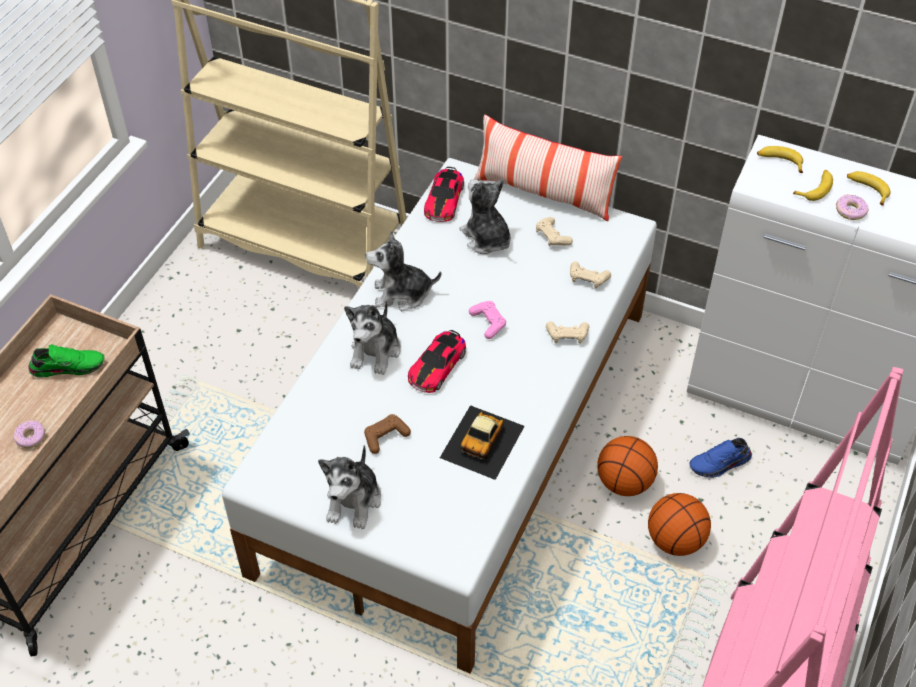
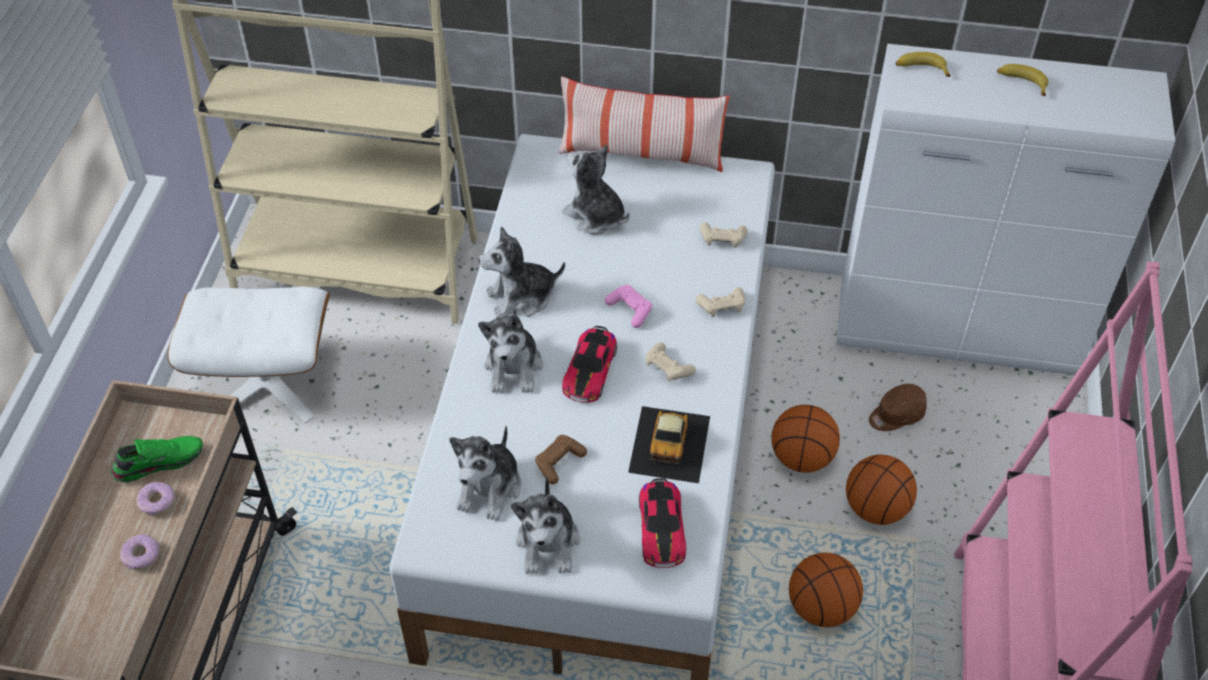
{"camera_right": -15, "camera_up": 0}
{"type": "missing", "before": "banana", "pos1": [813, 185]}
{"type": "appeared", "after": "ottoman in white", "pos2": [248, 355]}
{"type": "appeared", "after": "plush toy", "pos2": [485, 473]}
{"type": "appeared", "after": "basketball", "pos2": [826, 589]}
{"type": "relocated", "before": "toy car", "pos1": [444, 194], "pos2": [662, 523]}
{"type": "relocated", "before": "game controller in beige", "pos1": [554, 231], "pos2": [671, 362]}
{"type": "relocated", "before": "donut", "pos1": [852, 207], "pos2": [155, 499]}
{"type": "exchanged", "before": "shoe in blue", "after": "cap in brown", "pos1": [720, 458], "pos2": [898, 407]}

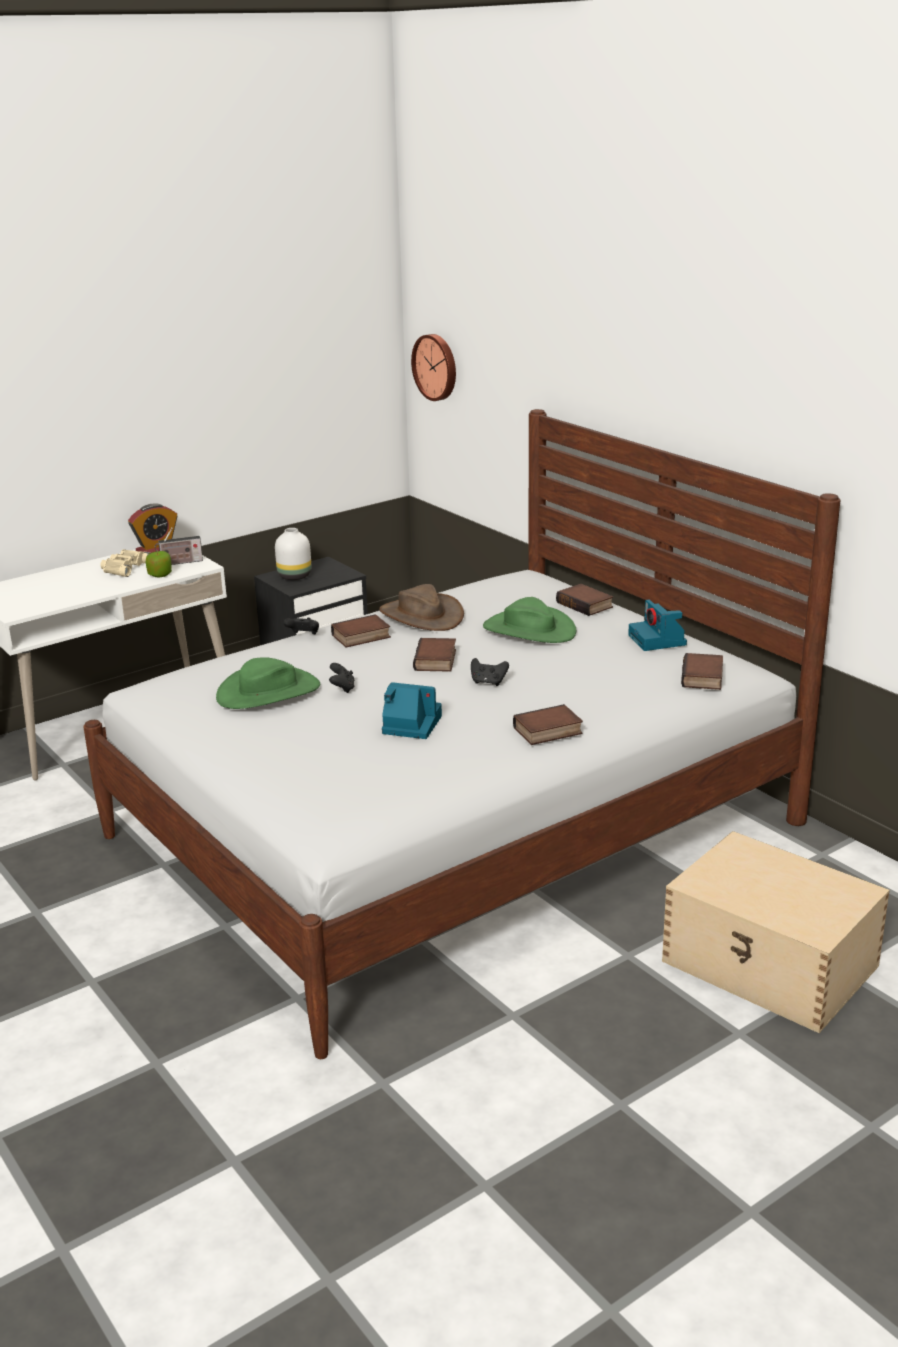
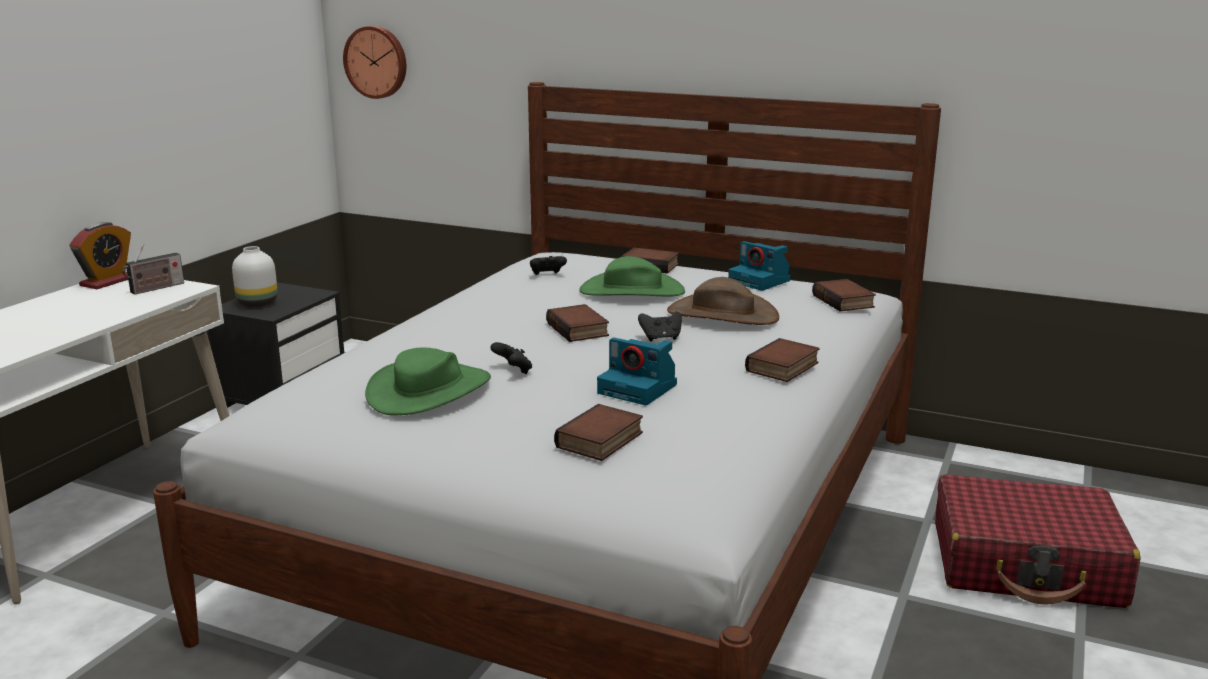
{"camera_right": -30, "camera_up": -5}
{"type": "missing", "before": "binoculars in beige", "pos1": [125, 563]}
{"type": "missing", "before": "apple", "pos1": [159, 564]}
{"type": "relocated", "before": "game controller in black", "pos1": [301, 626], "pos2": [548, 265]}
{"type": "relocated", "before": "book", "pos1": [361, 631], "pos2": [598, 432]}
{"type": "relocated", "before": "hat in brown", "pos1": [421, 607], "pos2": [723, 301]}
{"type": "exchanged", "before": "storage box in beige", "after": "suitcase in red", "pos1": [776, 932], "pos2": [1038, 541]}
{"type": "spun", "before": "photo camera", "pos1": [412, 710], "pos2": [637, 371], "turn": -135}

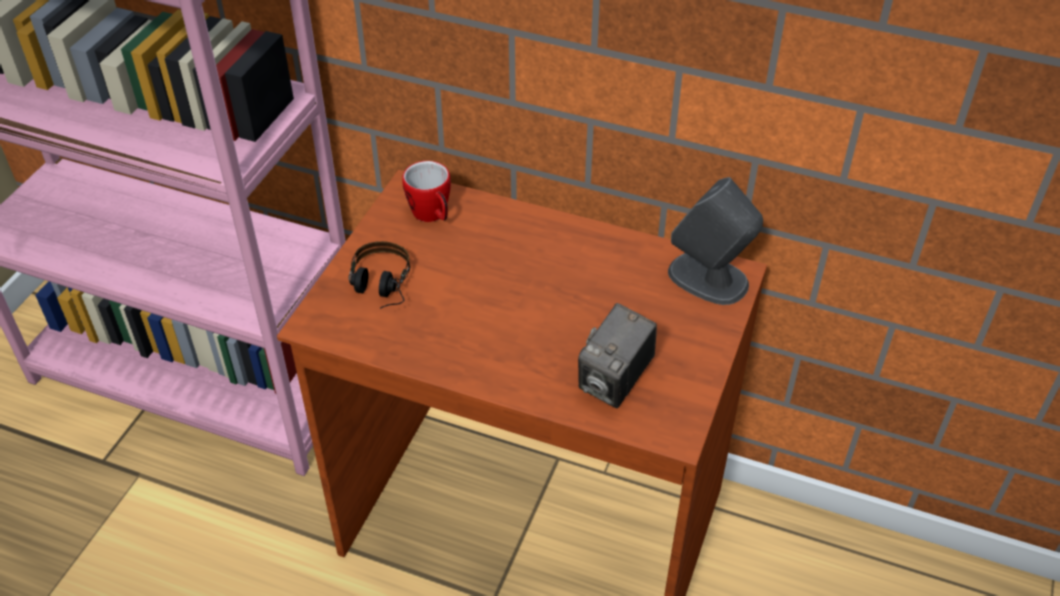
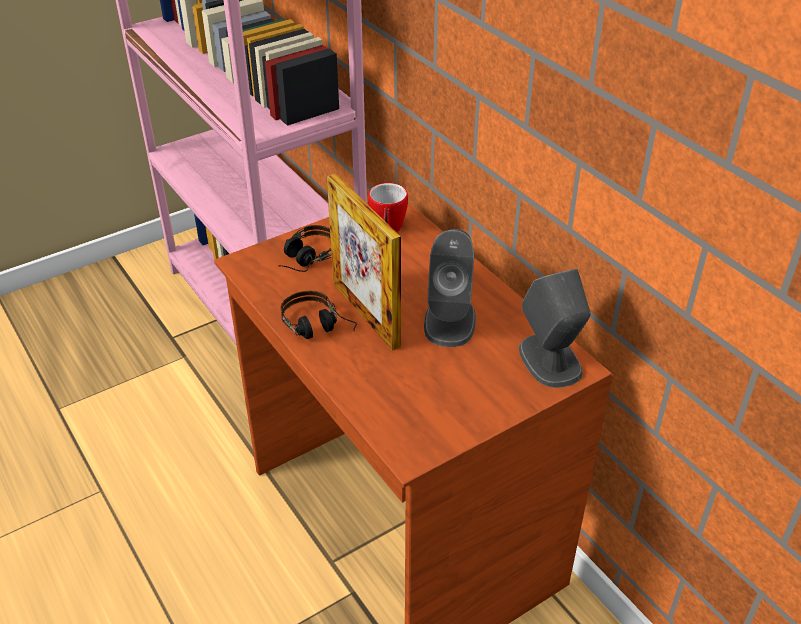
{"camera_right": 35, "camera_up": -5}
{"type": "missing", "before": "photo camera", "pos1": [617, 355]}
{"type": "appeared", "after": "headphones", "pos2": [318, 315]}
{"type": "appeared", "after": "picture frame", "pos2": [364, 262]}
{"type": "appeared", "after": "speaker in grey", "pos2": [450, 288]}

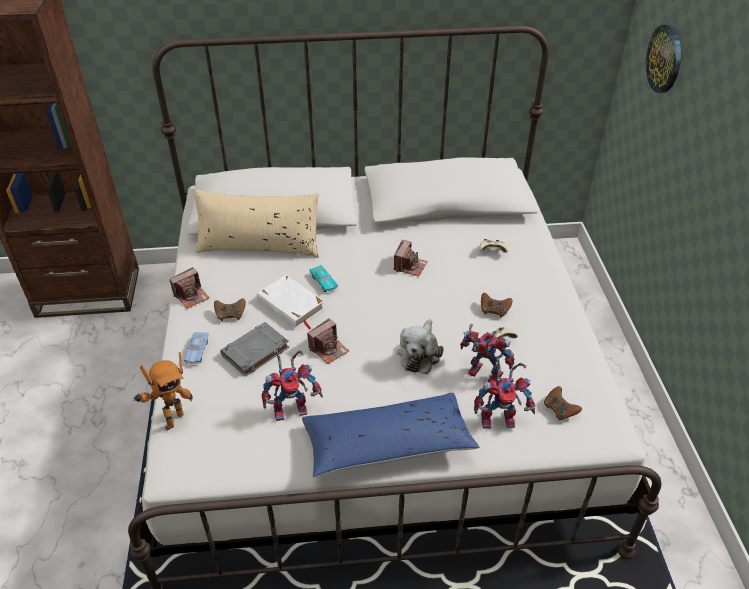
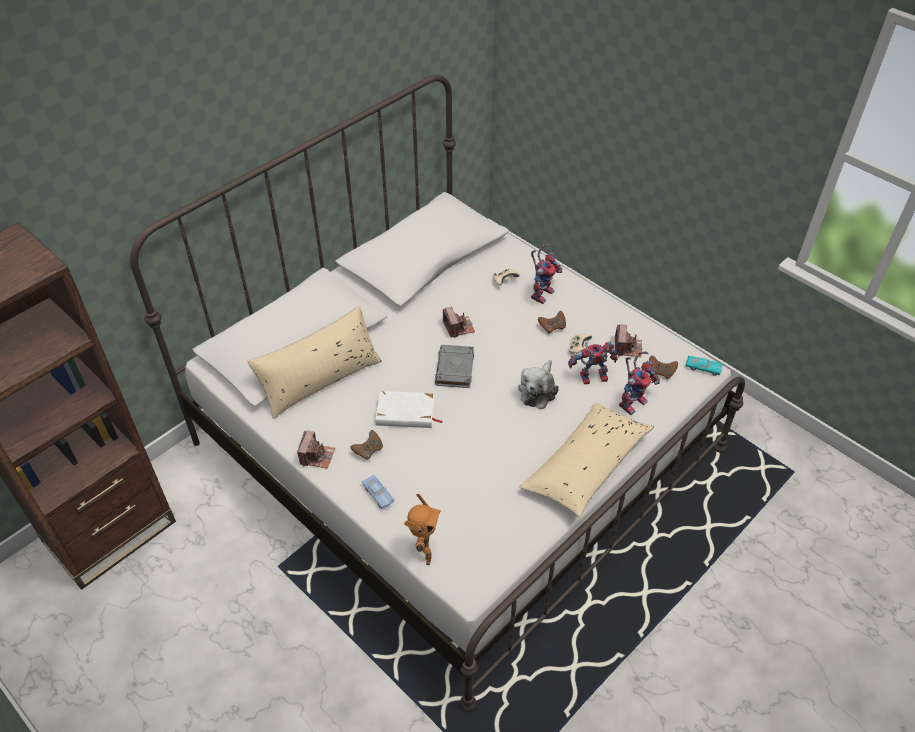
{"camera_right": -40, "camera_up": 5}
{"type": "missing", "before": "wall clock", "pos1": [663, 59]}
{"type": "relocated", "before": "book in grey", "pos1": [254, 349], "pos2": [454, 366]}
{"type": "relocated", "before": "toy robot", "pos1": [292, 385], "pos2": [547, 274]}
{"type": "relocated", "before": "photo camera", "pos1": [328, 341], "pos2": [628, 340]}
{"type": "relocated", "before": "toy car in turquoise", "pos1": [324, 278], "pos2": [704, 366]}
{"type": "colour", "before": "pillow in blue", "after": "pillow in beige", "pos1": [390, 435], "pos2": [587, 460]}
{"type": "spun", "before": "plush toy", "pos1": [420, 346], "pos2": [538, 384], "turn": 45}

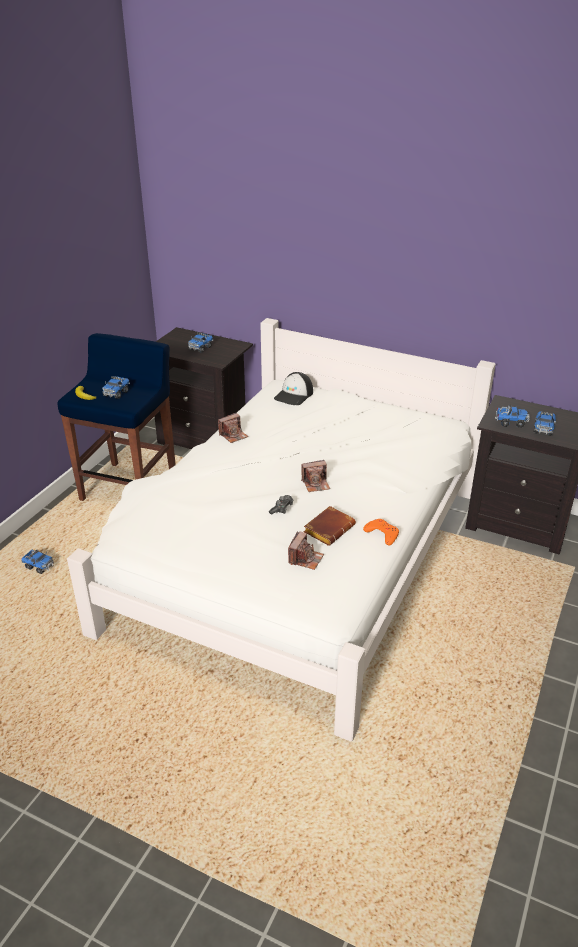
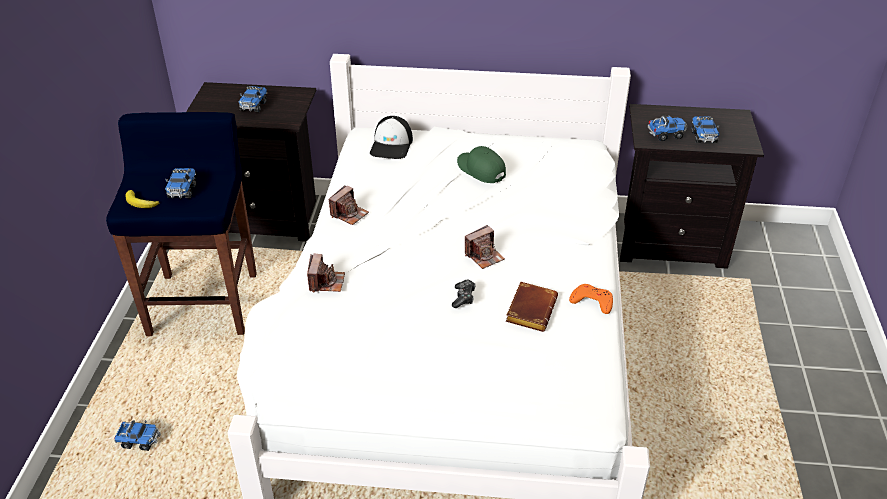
{"camera_right": -20, "camera_up": 5}
{"type": "appeared", "after": "cap in green", "pos2": [481, 164]}
{"type": "relocated", "before": "photo camera", "pos1": [306, 550], "pos2": [326, 273]}

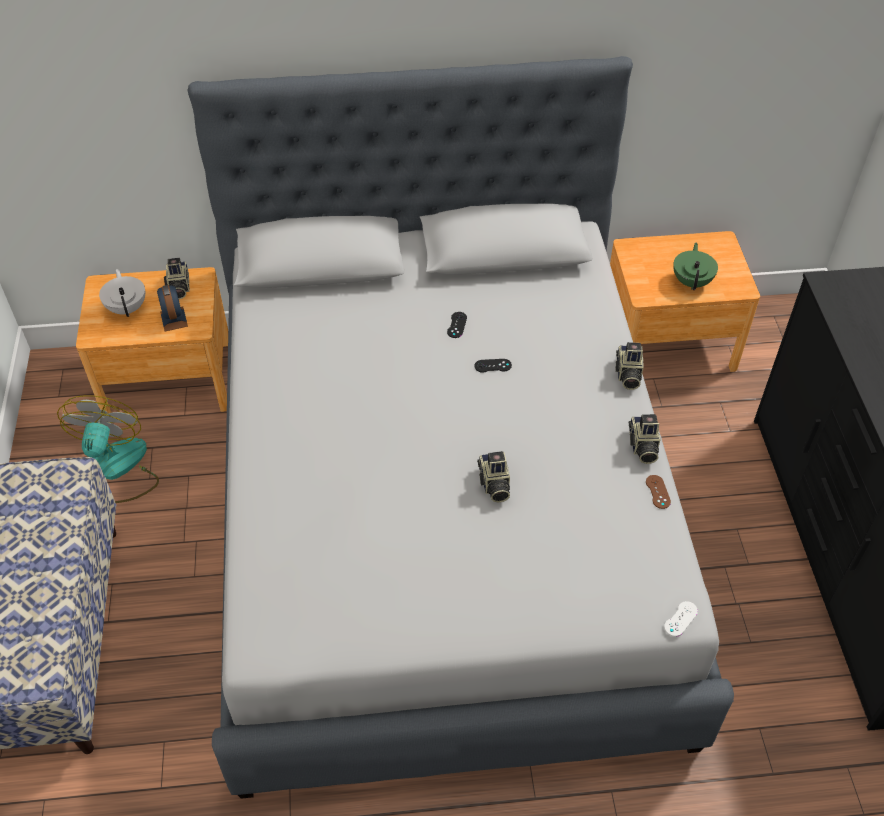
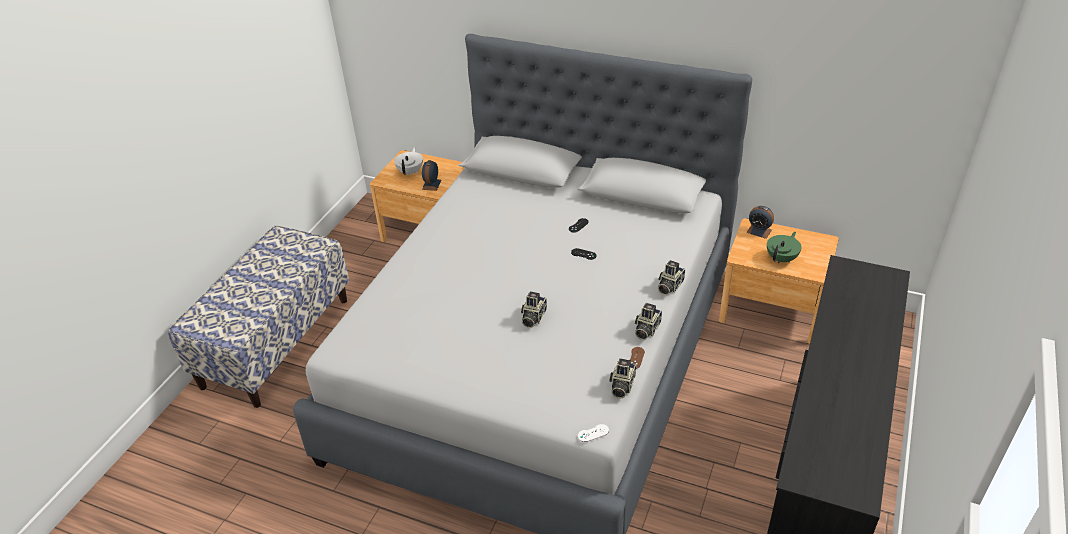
{"camera_right": 30, "camera_up": -10}
{"type": "missing", "before": "fan", "pos1": [108, 449]}
{"type": "appeared", "after": "alarm clock", "pos2": [760, 222]}
{"type": "relocated", "before": "photo camera", "pos1": [177, 278], "pos2": [622, 378]}

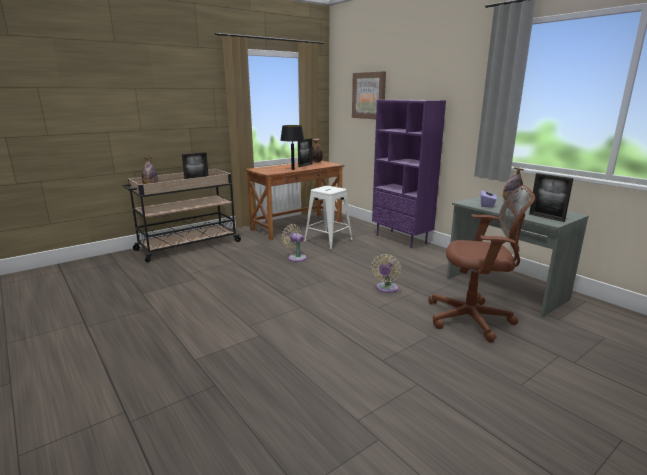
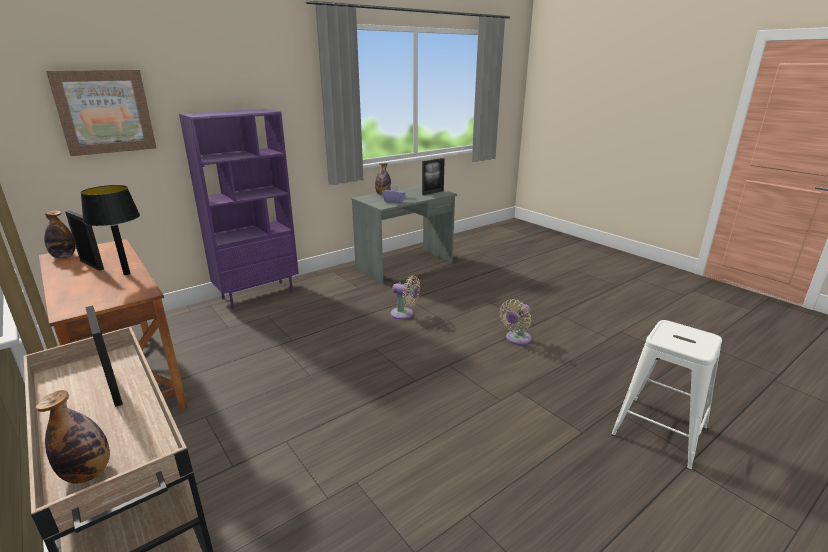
{"camera_right": -90, "camera_up": 5}
{"type": "missing", "before": "office chair in brown", "pos1": [481, 263]}
{"type": "relocated", "before": "fan in beige", "pos1": [294, 243], "pos2": [515, 322]}
{"type": "relocated", "before": "stool in white", "pos1": [328, 218], "pos2": [666, 395]}

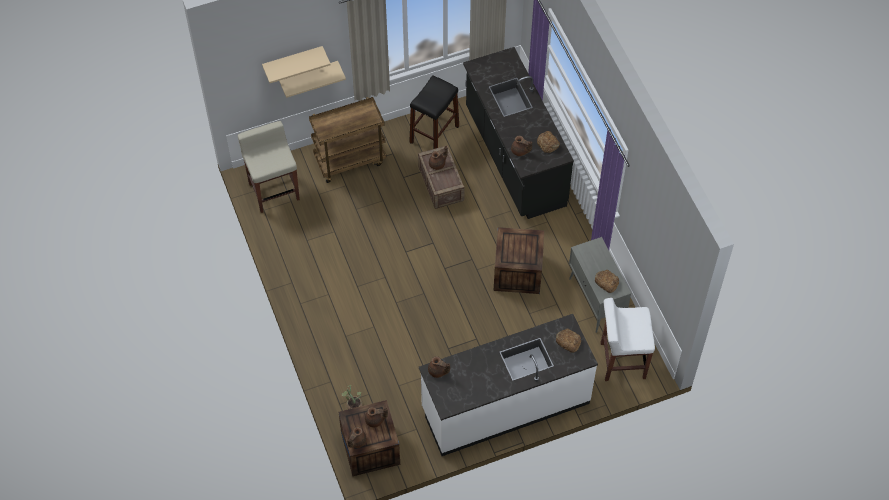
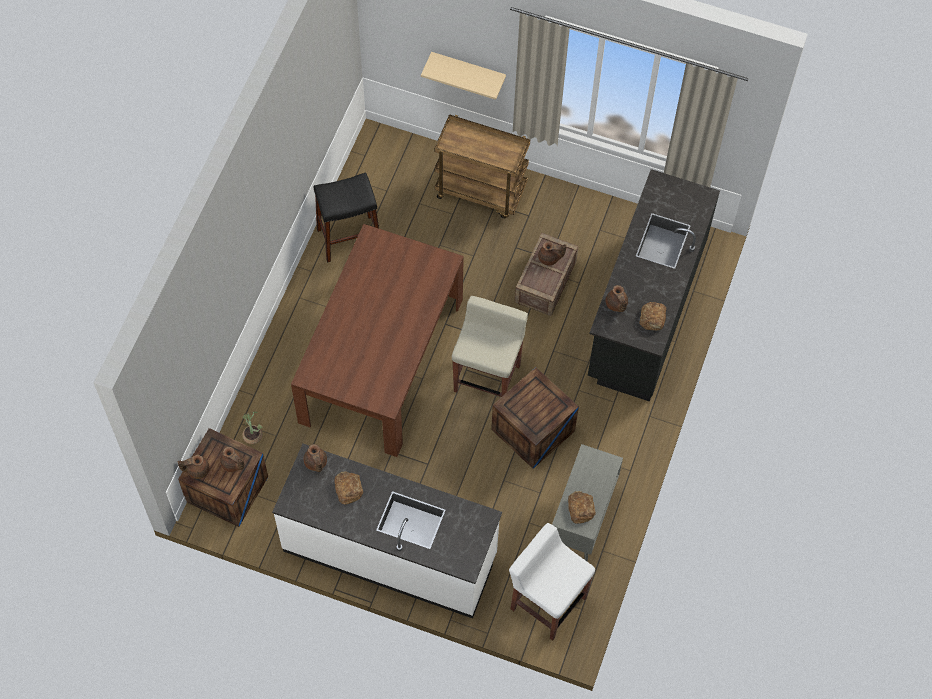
{"camera_right": 40, "camera_up": 5}
{"type": "missing", "before": "shelf in beige", "pos1": [296, 64]}
{"type": "appeared", "after": "dining table in brown", "pos2": [377, 340]}
{"type": "relocated", "before": "stool in beige", "pos1": [269, 167], "pos2": [490, 346]}
{"type": "relocated", "before": "stool in black", "pos1": [434, 112], "pos2": [346, 218]}
{"type": "relocated", "before": "bread", "pos1": [568, 341], "pos2": [348, 488]}

